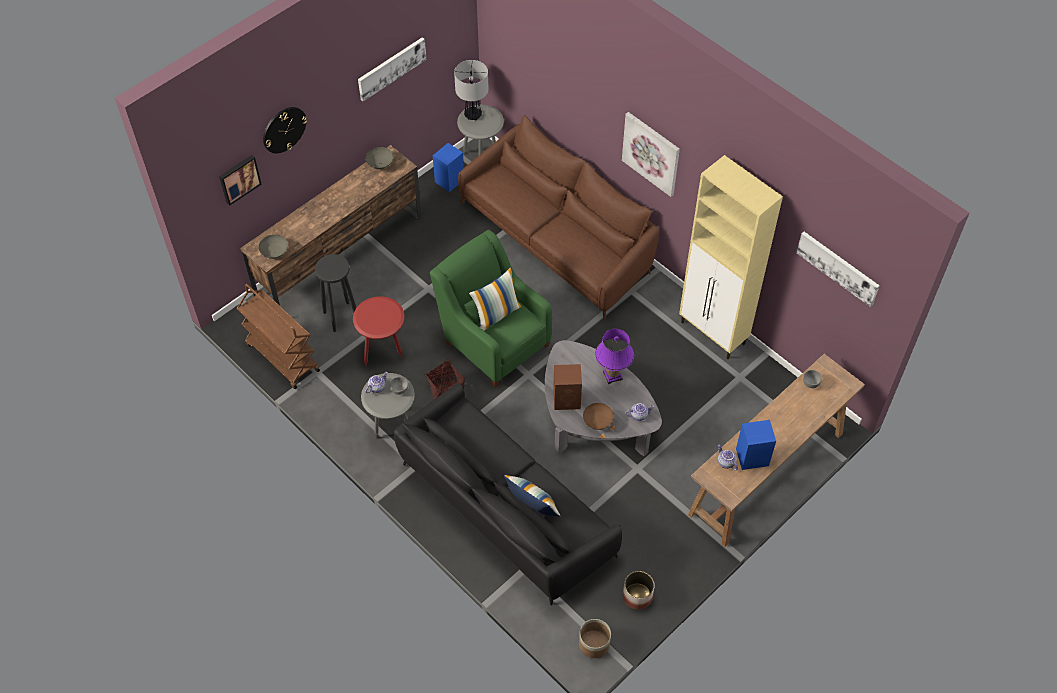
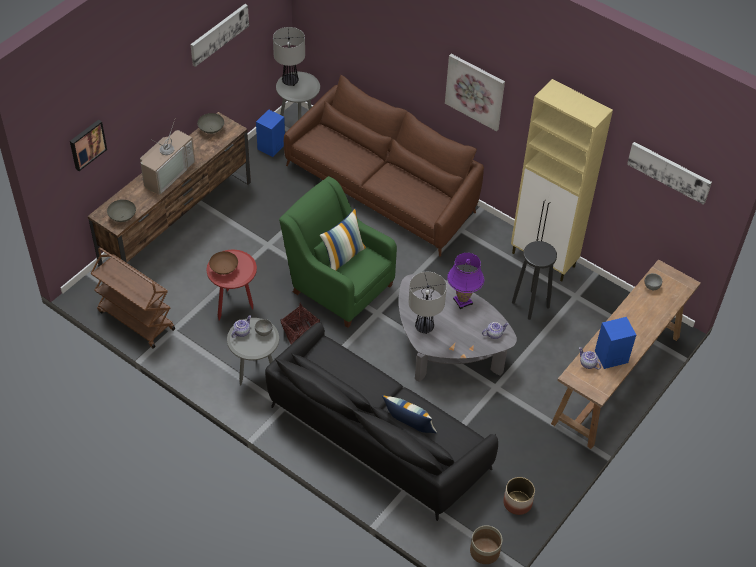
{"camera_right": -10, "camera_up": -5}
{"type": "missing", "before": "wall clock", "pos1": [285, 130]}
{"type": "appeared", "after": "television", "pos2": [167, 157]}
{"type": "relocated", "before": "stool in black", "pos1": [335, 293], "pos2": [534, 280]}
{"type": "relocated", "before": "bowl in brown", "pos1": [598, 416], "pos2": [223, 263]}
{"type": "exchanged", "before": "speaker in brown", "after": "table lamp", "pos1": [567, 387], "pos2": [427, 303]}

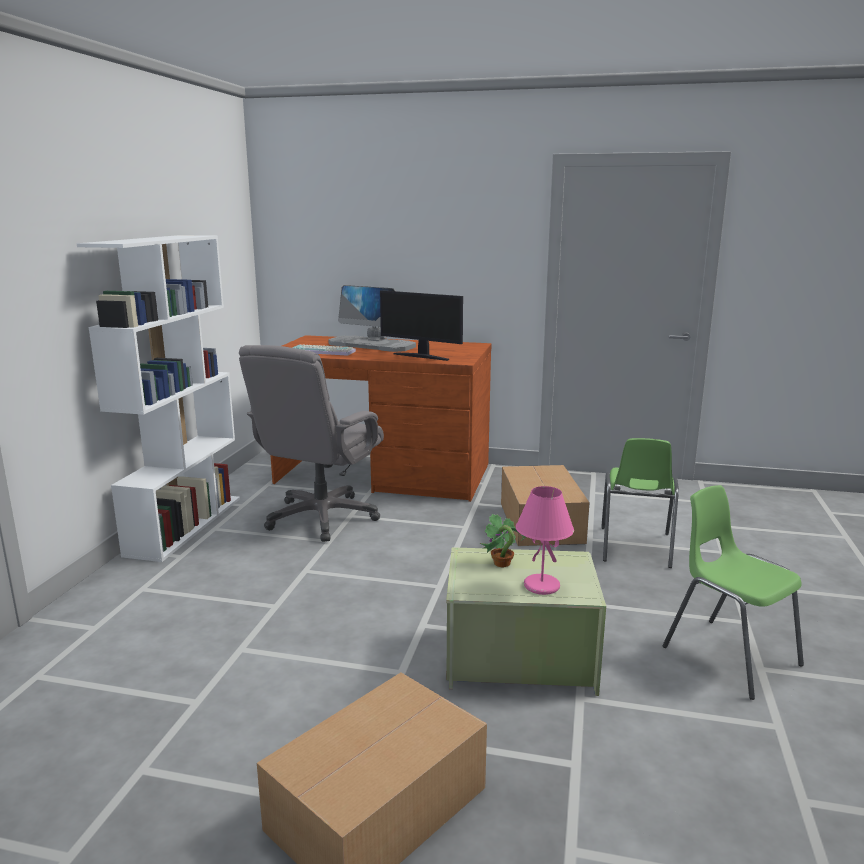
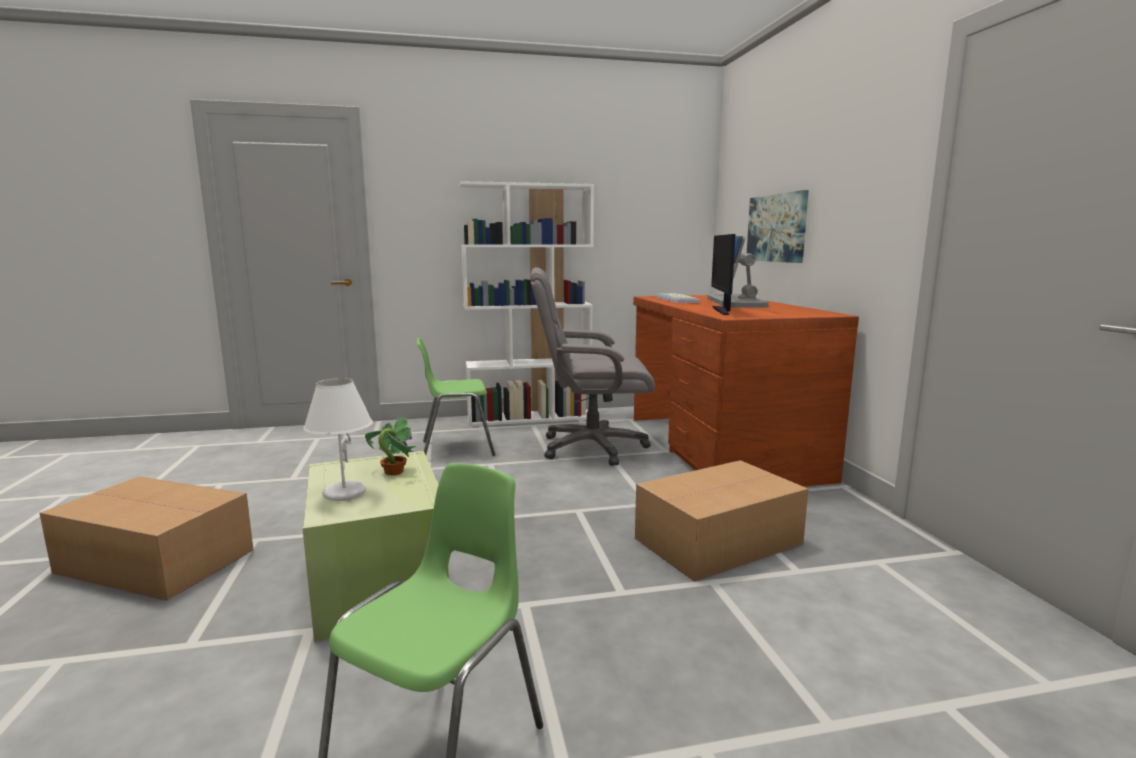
{"camera_right": 65, "camera_up": -5}
{"type": "appeared", "after": "picture", "pos2": [778, 226]}
{"type": "relocated", "before": "chair in green", "pos1": [640, 503], "pos2": [456, 397]}
{"type": "colour", "before": "table lamp in pink", "after": "table lamp in white", "pos1": [545, 540], "pos2": [338, 439]}

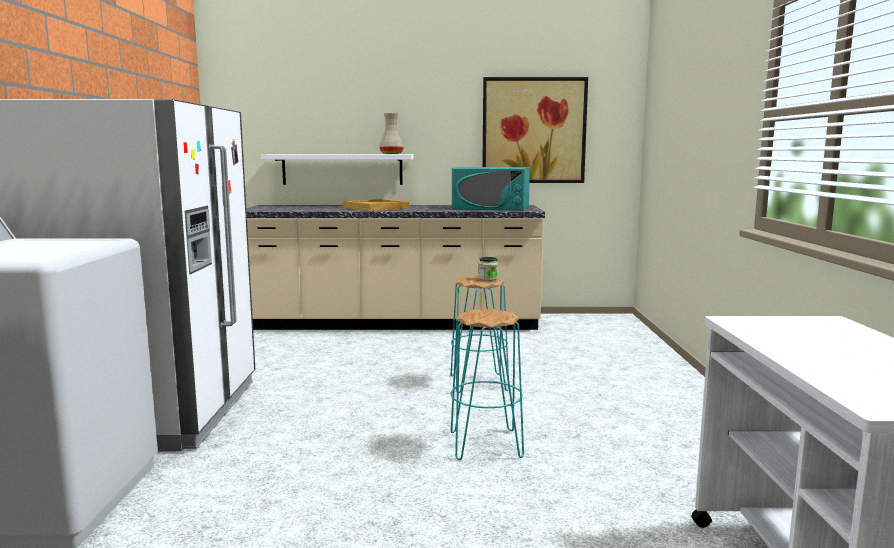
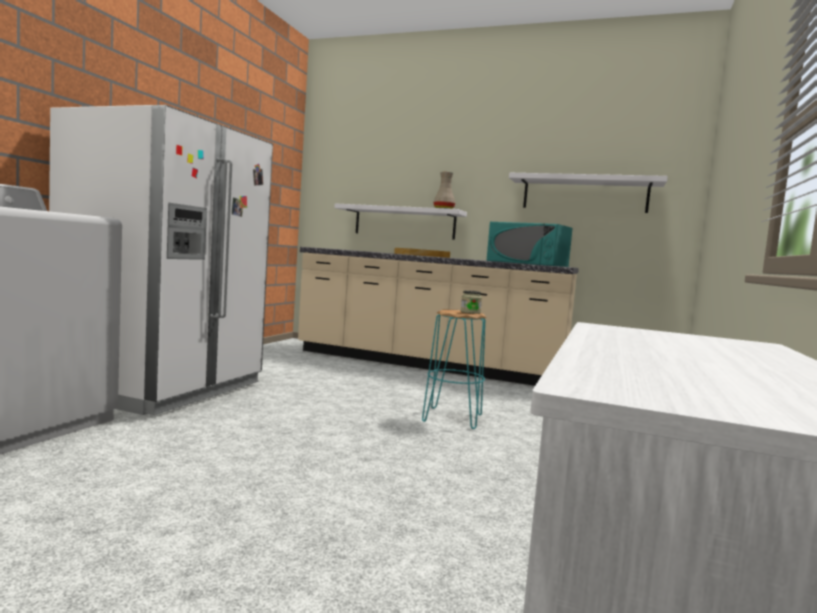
{"camera_right": 20, "camera_up": -5}
{"type": "missing", "before": "stool in turquoise", "pos1": [487, 384]}
{"type": "exchanged", "before": "picture", "after": "shelf in white", "pos1": [535, 130], "pos2": [588, 193]}

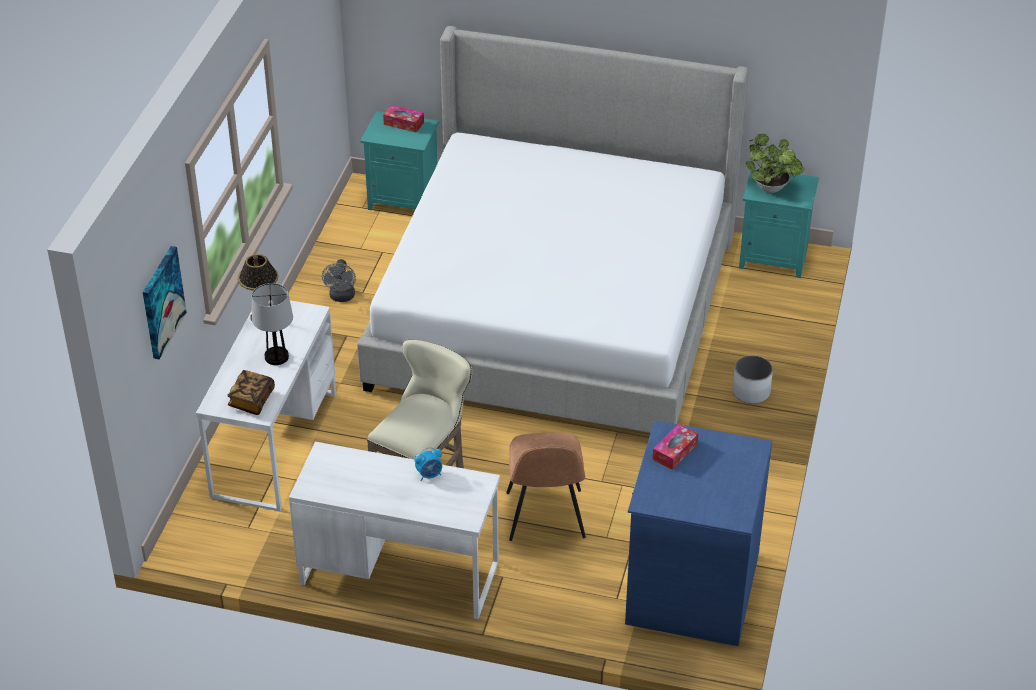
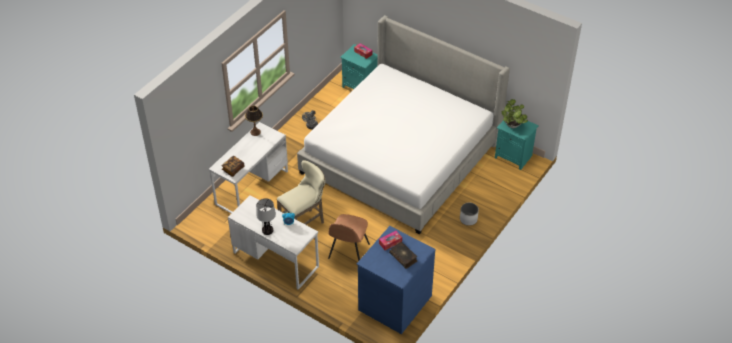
{"camera_right": 20, "camera_up": 5}
{"type": "missing", "before": "picture", "pos1": [165, 302]}
{"type": "appeared", "after": "book", "pos2": [403, 255]}
{"type": "relocated", "before": "table lamp", "pos1": [272, 324], "pos2": [266, 216]}

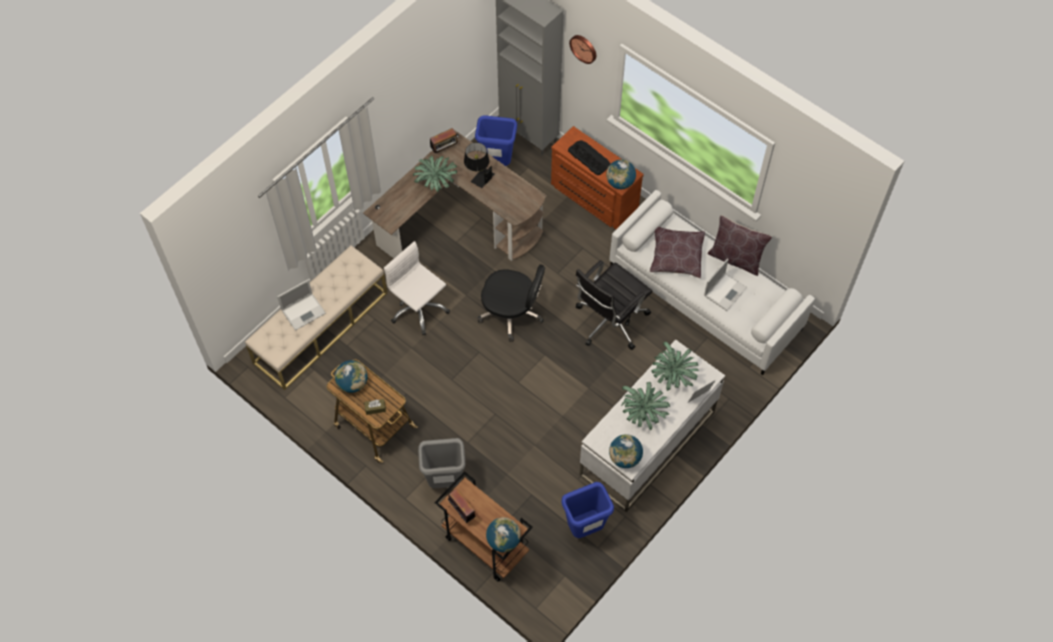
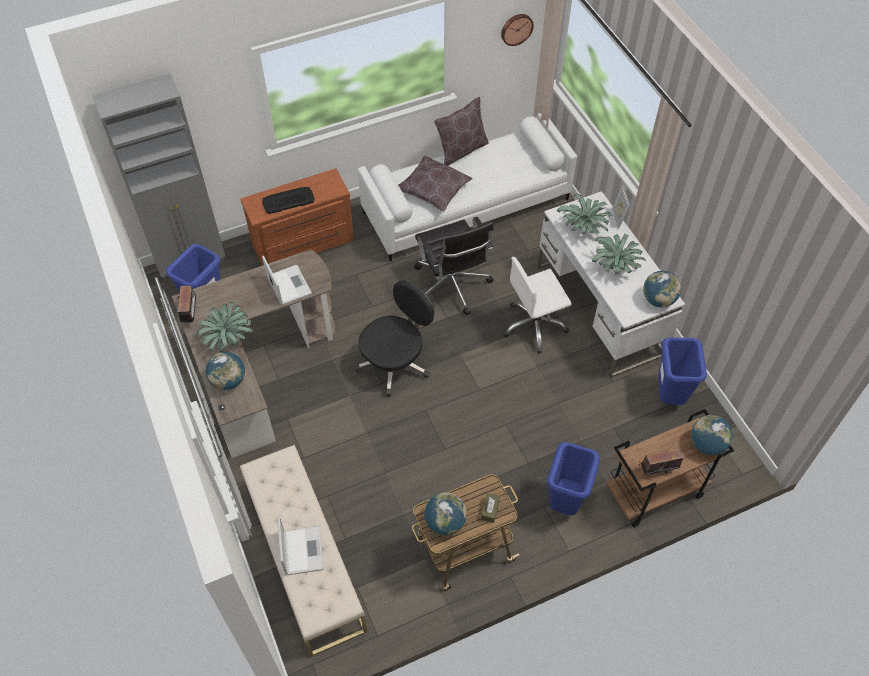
{"camera_right": -65, "camera_up": -5}
{"type": "missing", "before": "table lamp in black", "pos1": [479, 165]}
{"type": "relocated", "before": "office chair in white", "pos1": [417, 288], "pos2": [537, 305]}
{"type": "relocated", "before": "wall clock", "pos1": [582, 49], "pos2": [517, 30]}
{"type": "relocated", "before": "globe", "pos1": [621, 174], "pos2": [225, 371]}
{"type": "relocated", "before": "laptop", "pos1": [725, 284], "pos2": [287, 280]}
{"type": "colour", "before": "trash can in grey", "after": "trash can in blue", "pos1": [441, 463], "pos2": [573, 478]}

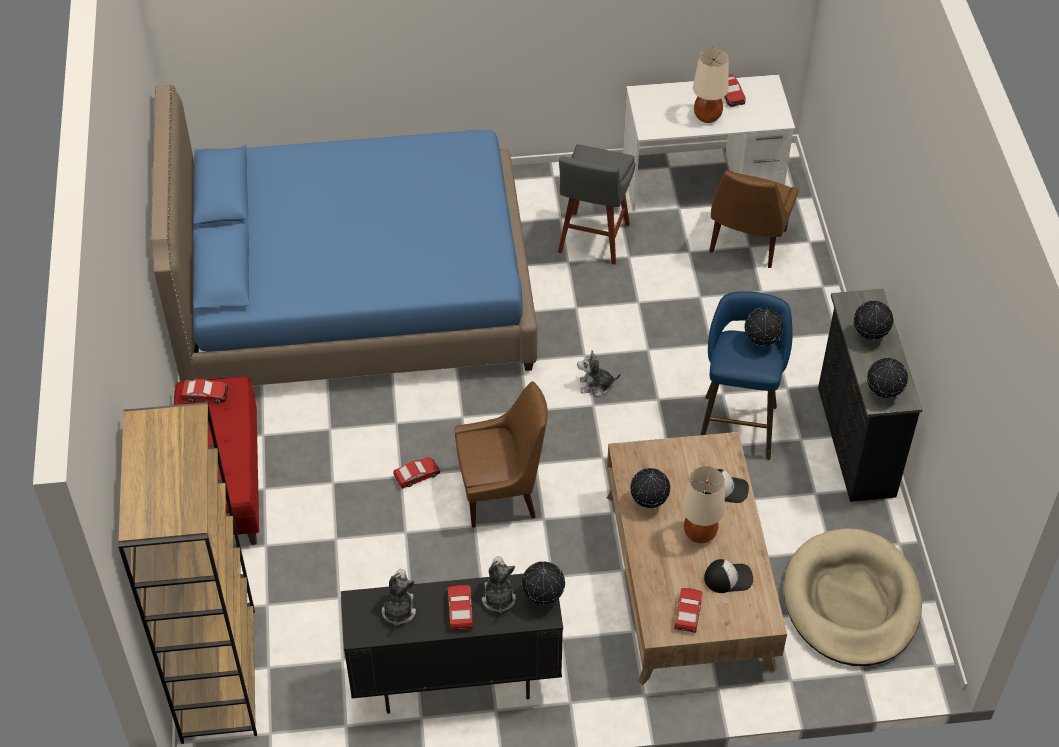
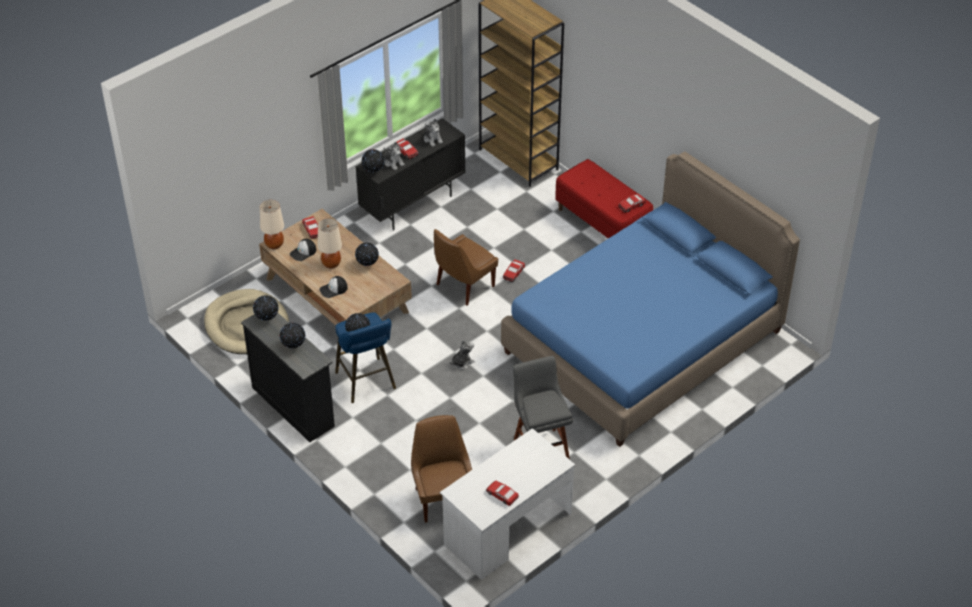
{"camera_right": 145, "camera_up": -5}
{"type": "relocated", "before": "table lamp in beige", "pos1": [711, 85], "pos2": [272, 224]}

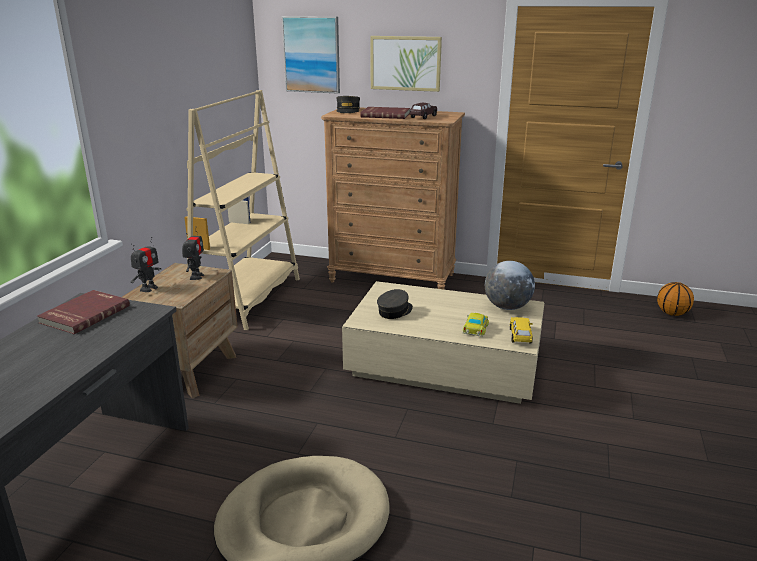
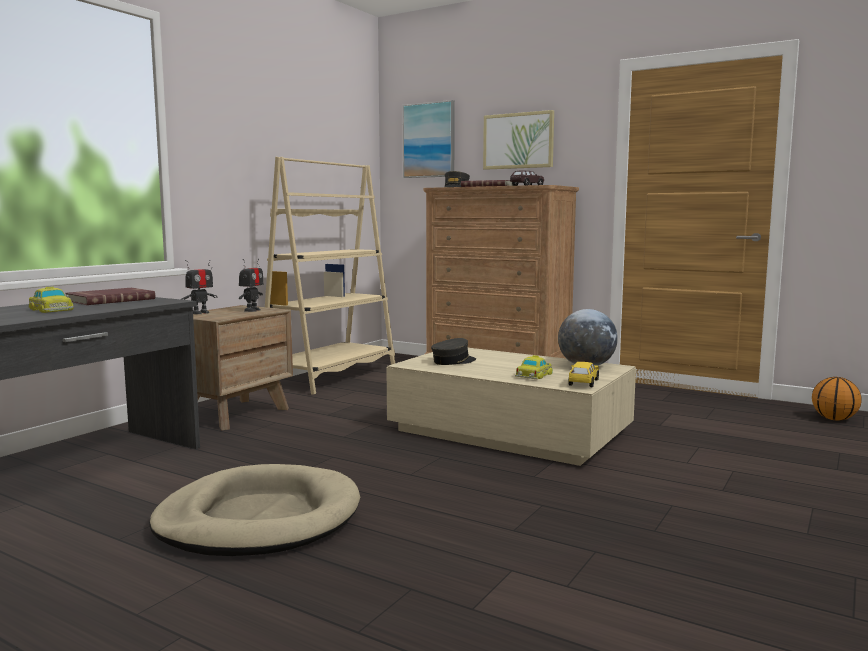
{"camera_right": 15, "camera_up": -15}
{"type": "appeared", "after": "toy car", "pos2": [51, 300]}

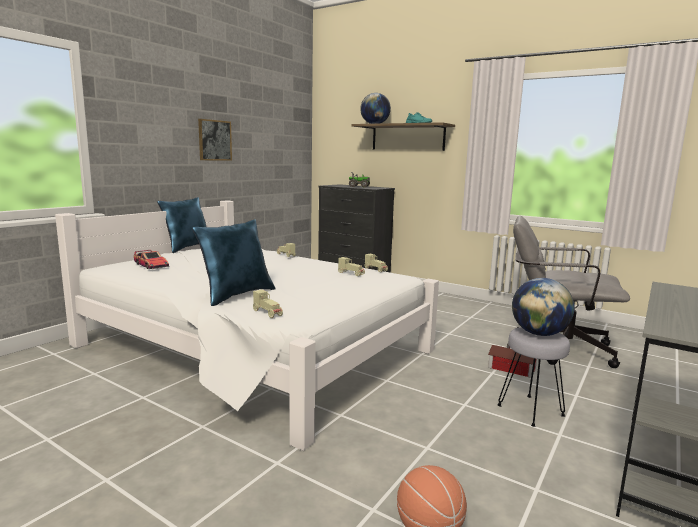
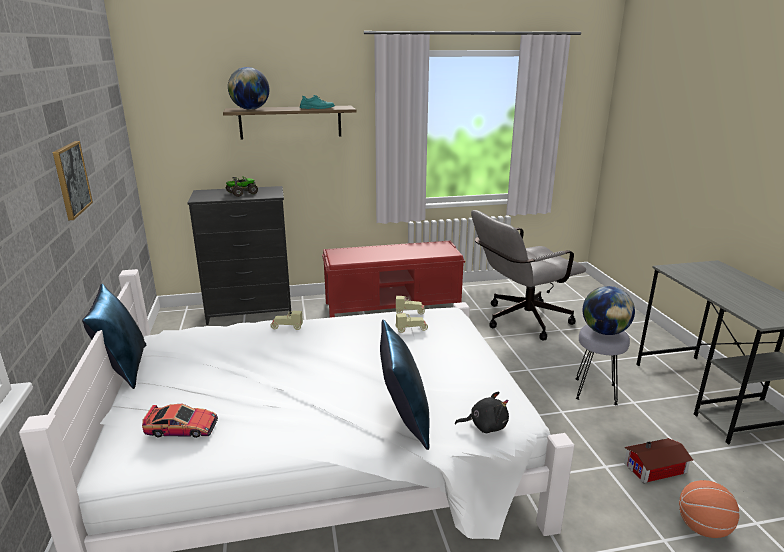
{"camera_right": -45, "camera_up": 10}
{"type": "appeared", "after": "bench in red", "pos2": [393, 279]}
{"type": "relocated", "before": "toy house", "pos1": [512, 360], "pos2": [658, 460]}
{"type": "exchanged", "before": "toy car in beige", "after": "plush toy in black", "pos1": [268, 304], "pos2": [482, 412]}

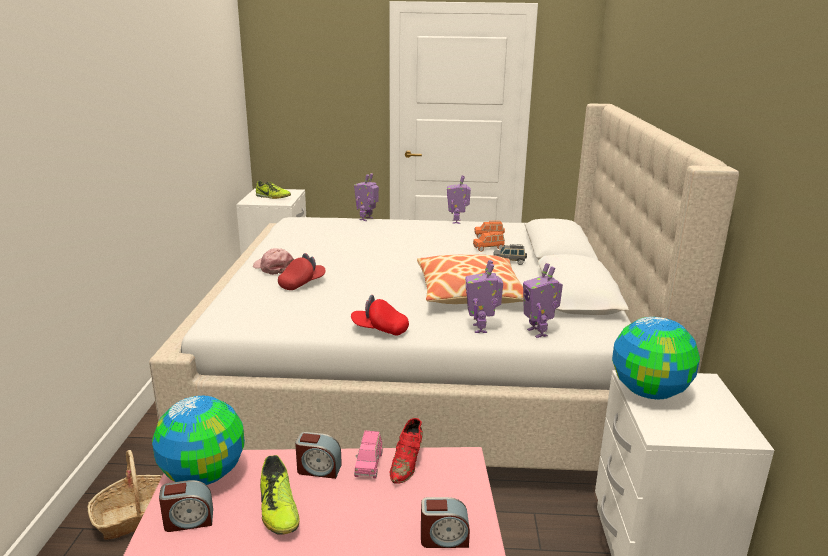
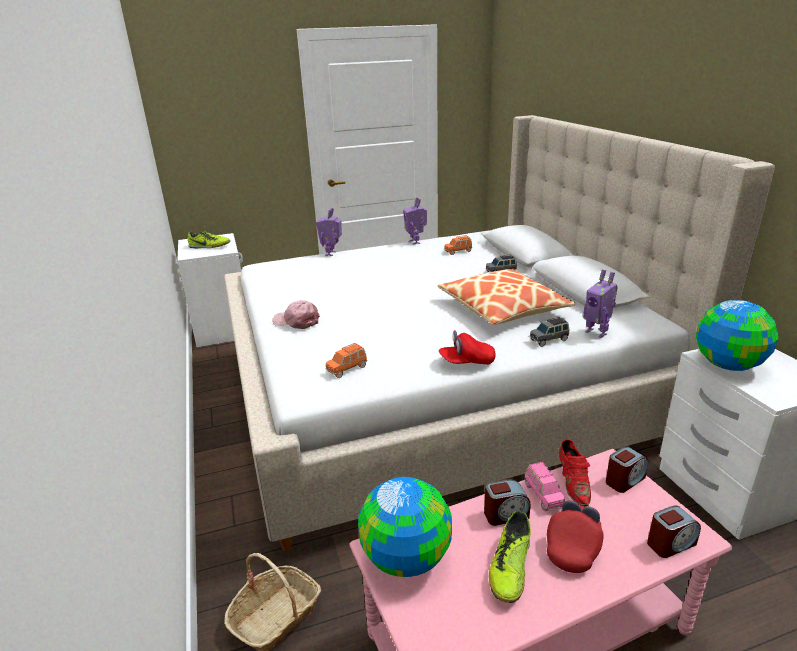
{"camera_right": -20, "camera_up": 5}
{"type": "relocated", "before": "alarm clock", "pos1": [186, 506], "pos2": [627, 469]}
{"type": "relocated", "before": "cap in red", "pos1": [302, 271], "pos2": [575, 536]}
{"type": "relocated", "before": "toy car in orange", "pos1": [489, 241], "pos2": [346, 360]}
{"type": "exchanged", "before": "toy robot", "after": "toy car in grey", "pos1": [484, 296], "pos2": [549, 332]}
{"type": "spun", "before": "shoe", "pos1": [279, 495], "pos2": [510, 557], "turn": 60}

